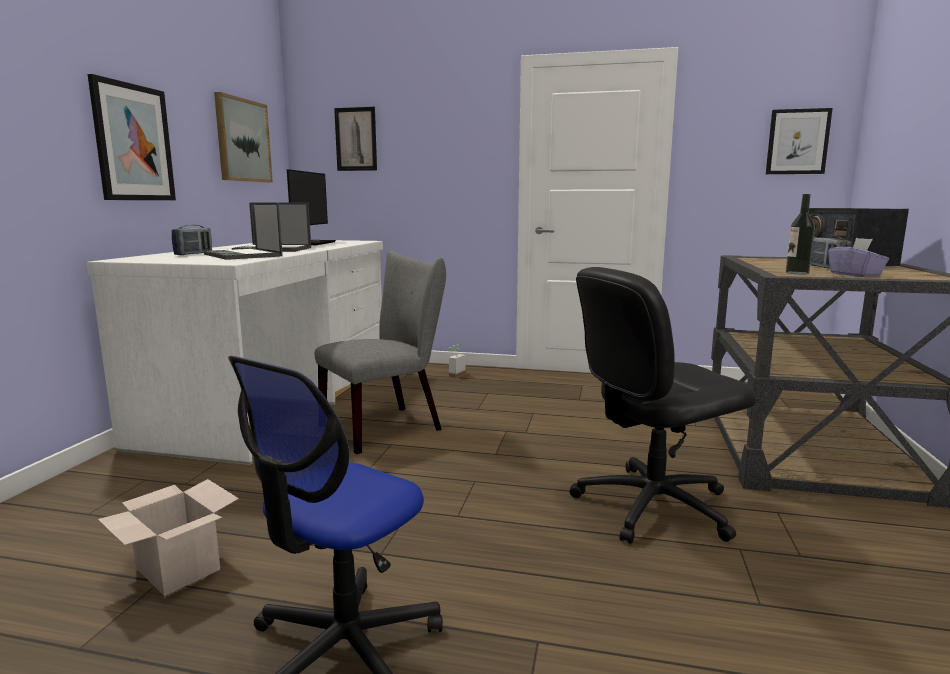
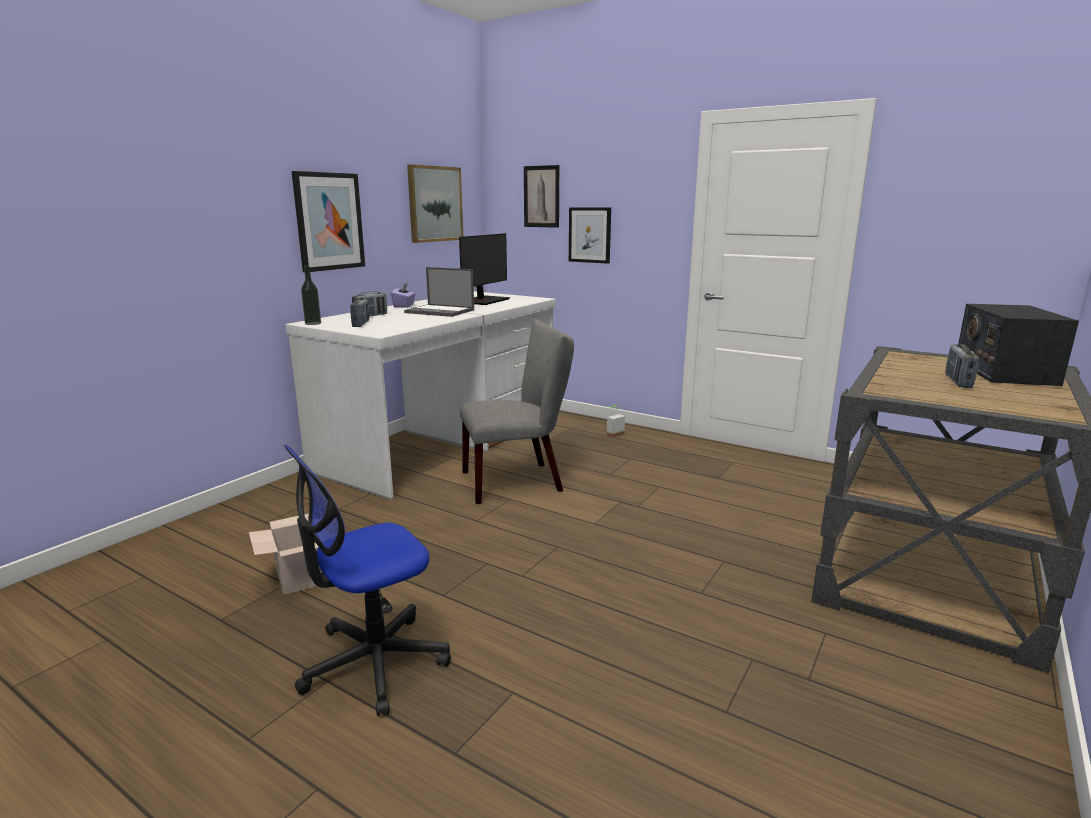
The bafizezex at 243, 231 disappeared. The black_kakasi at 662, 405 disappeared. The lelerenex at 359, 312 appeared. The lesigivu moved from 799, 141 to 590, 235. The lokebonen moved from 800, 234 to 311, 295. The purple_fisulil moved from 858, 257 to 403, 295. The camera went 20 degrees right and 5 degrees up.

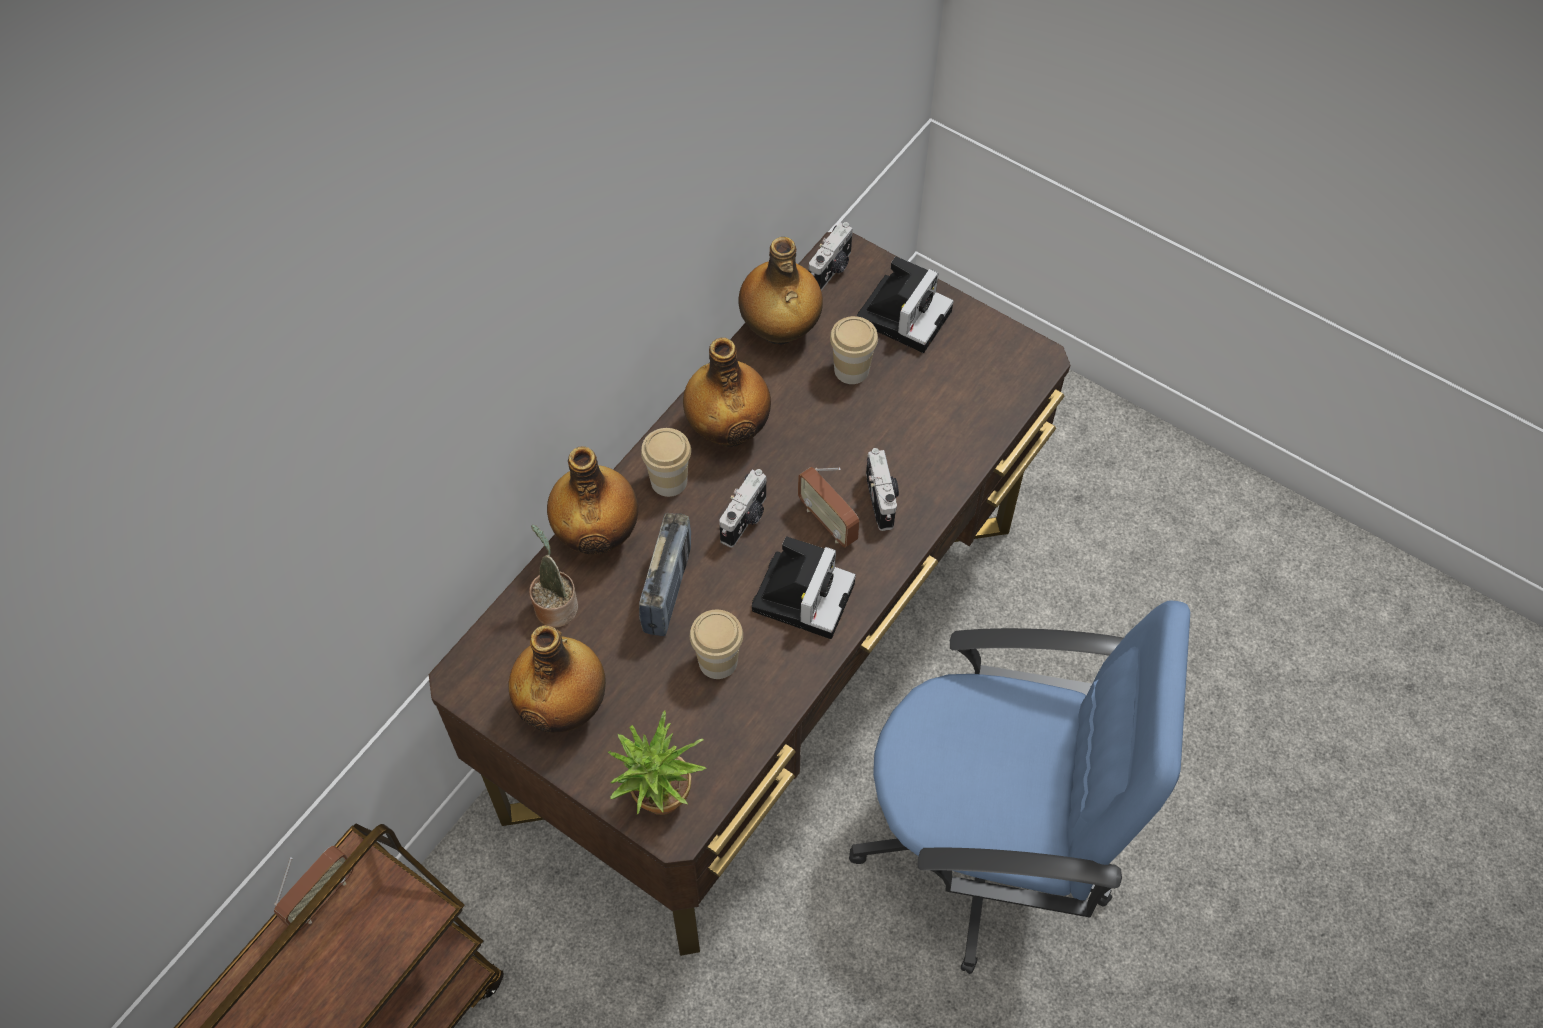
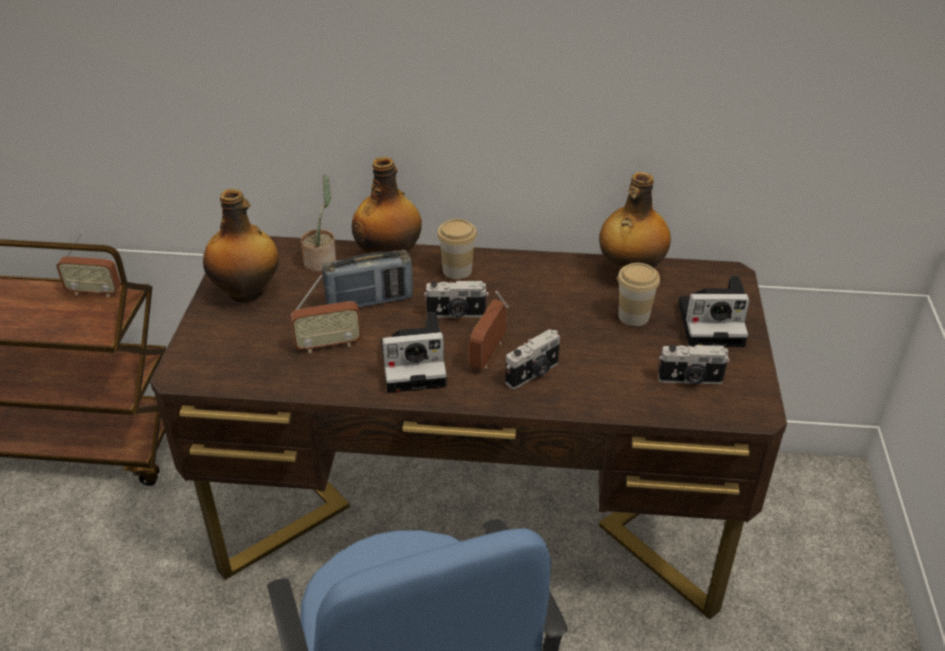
The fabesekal at 657, 763 disappeared. The lokebonen at 727, 392 disappeared. The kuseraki moved from 831, 256 to 694, 364. The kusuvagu at 716, 644 was replaced by the lelerenex at 326, 314. The camera went 60 degrees right and 20 degrees down.

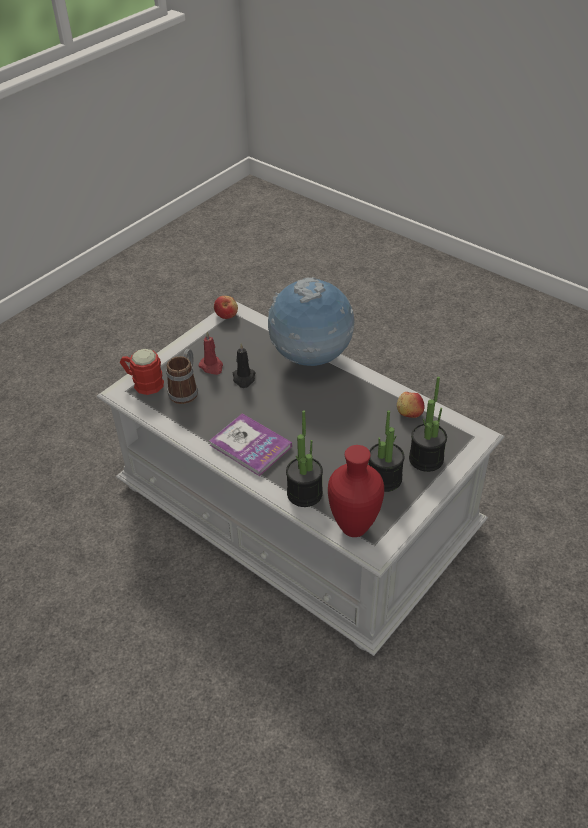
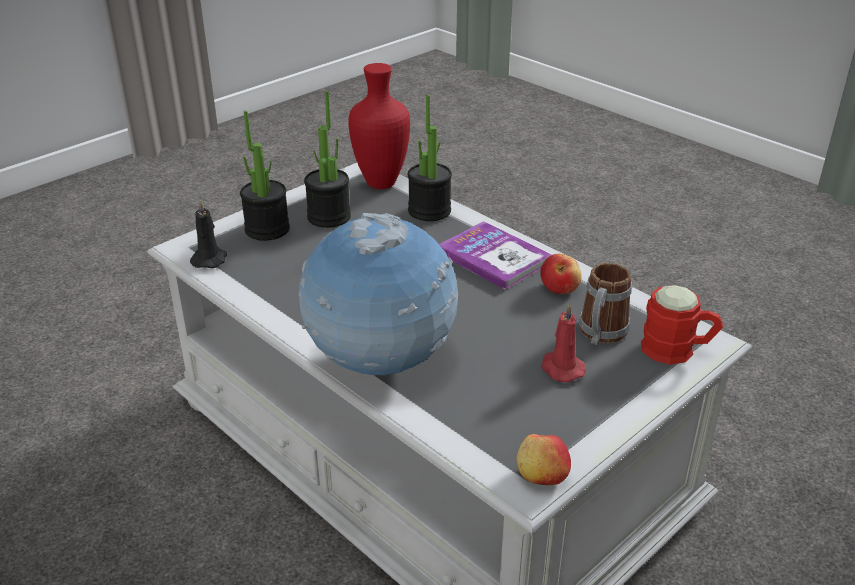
The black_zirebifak moved from 244, 365 to 208, 234. The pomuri moved from 411, 405 to 561, 274. The camera went 175 degrees left and 10 degrees down.

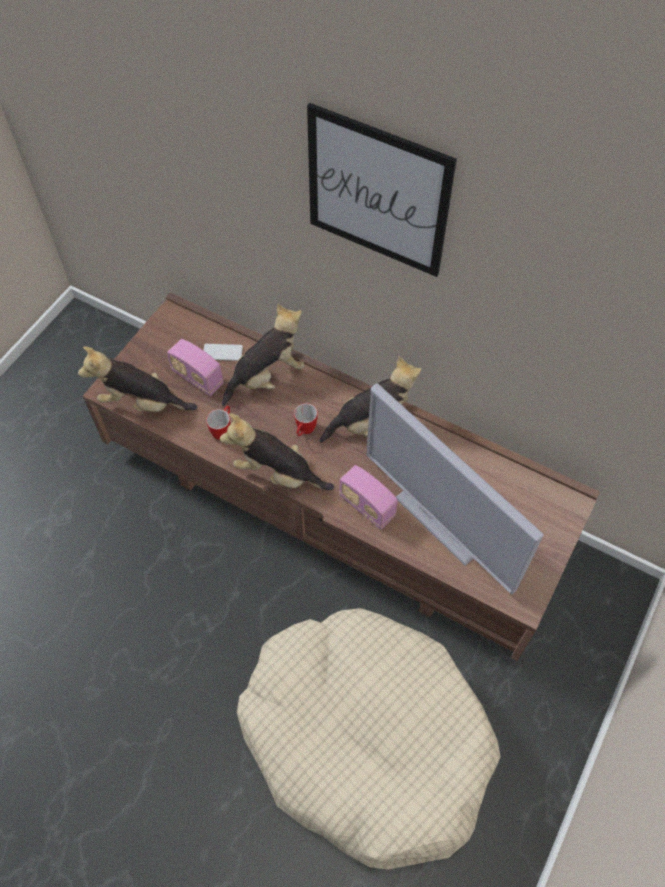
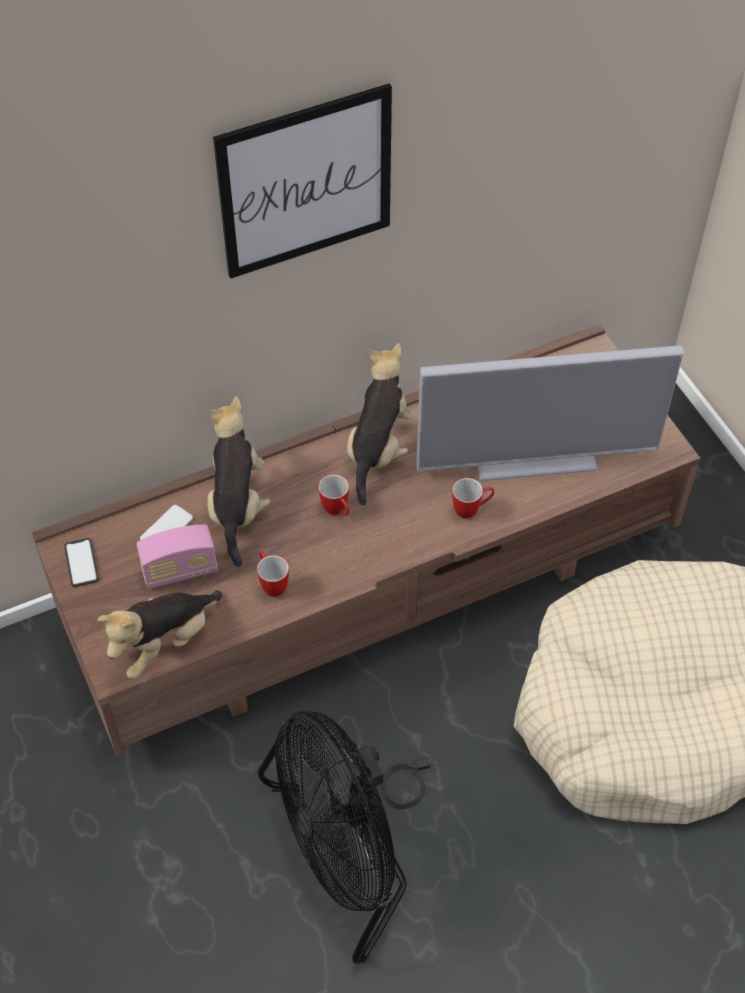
The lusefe at 277, 451 disappeared. The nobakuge at 81, 562 appeared. The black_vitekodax at 345, 837 appeared. The lelerenex at 368, 497 was replaced by the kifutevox at 473, 498. The camera went 55 degrees left and 5 degrees down.

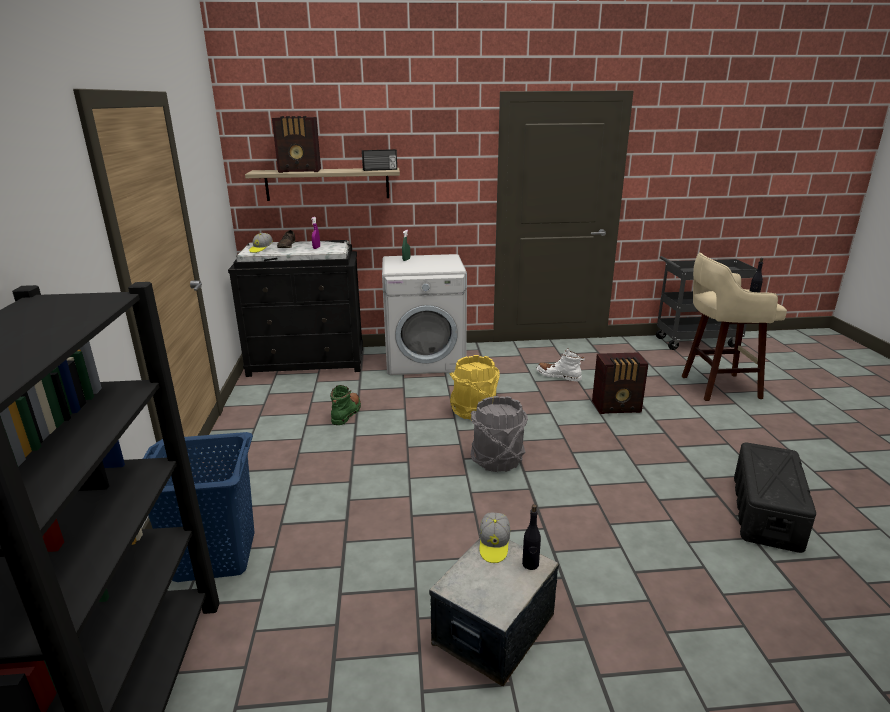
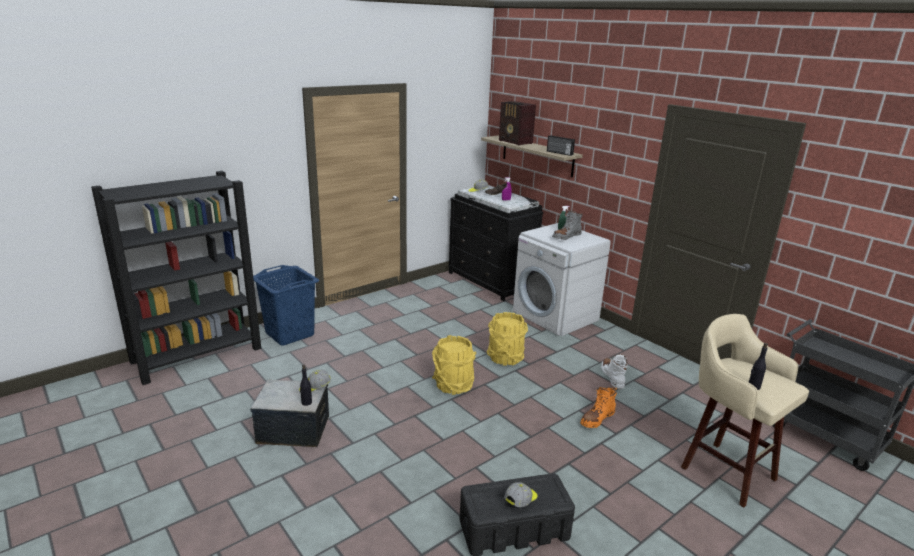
The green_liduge at 345, 405 disappeared. The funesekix at 521, 494 appeared. The grey_liduge at 567, 225 appeared. The lelerenex at 620, 383 was replaced by the orange_liduge at 598, 407. The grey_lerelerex at 499, 434 became the yellow_lerelerex at 454, 365. The camera went 55 degrees right and 0 degrees up.

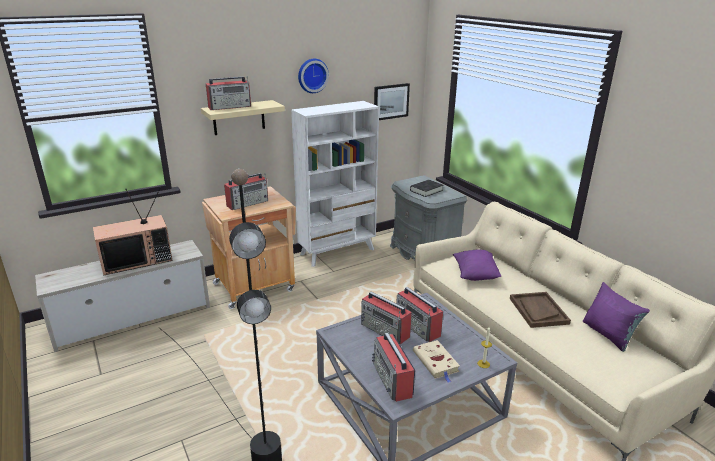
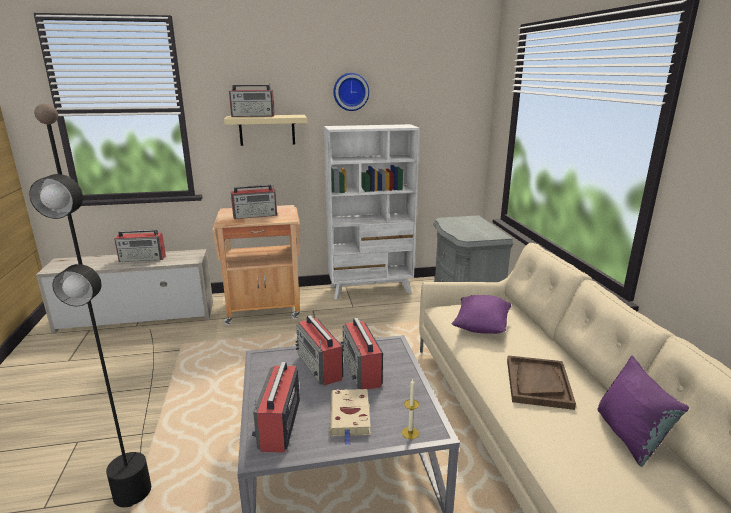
The lesigivu at 392, 101 disappeared. The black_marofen at 426, 188 disappeared. The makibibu at 132, 231 was replaced by the lelerenex at 140, 246. The camera went 20 degrees right and 5 degrees down.

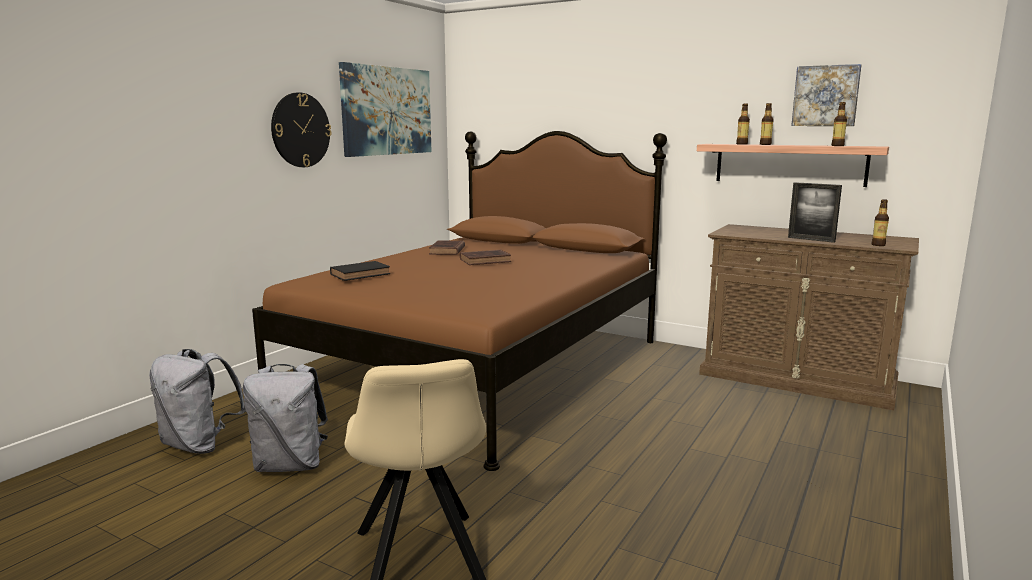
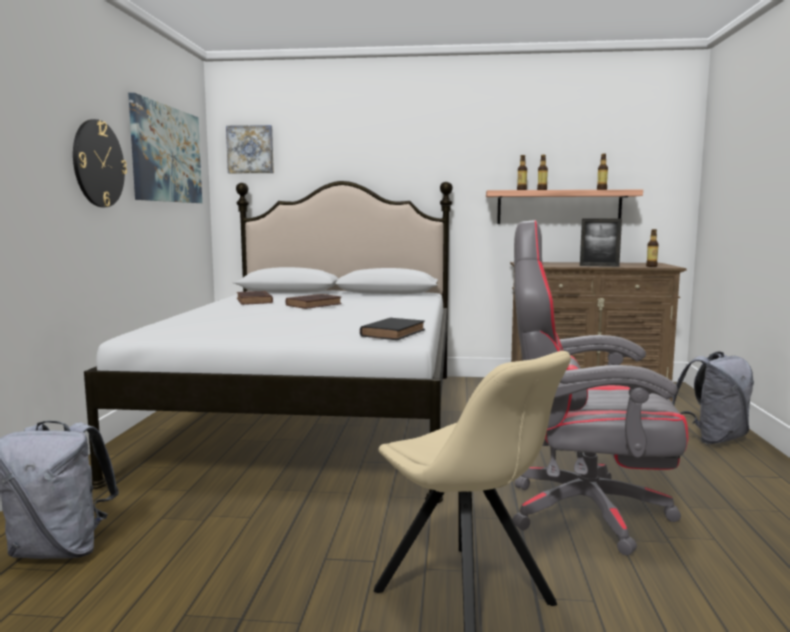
The grey_kakasi at 600, 388 appeared. The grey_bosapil moved from 285, 418 to 713, 397. The black_marofen moved from 360, 271 to 392, 329. The lesigivu moved from 826, 95 to 250, 149. The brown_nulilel at 459, 301 became the white_nulilel at 268, 342. The camera went 25 degrees left and 5 degrees down.

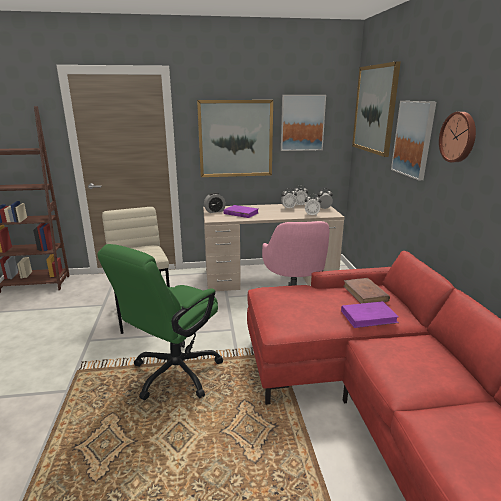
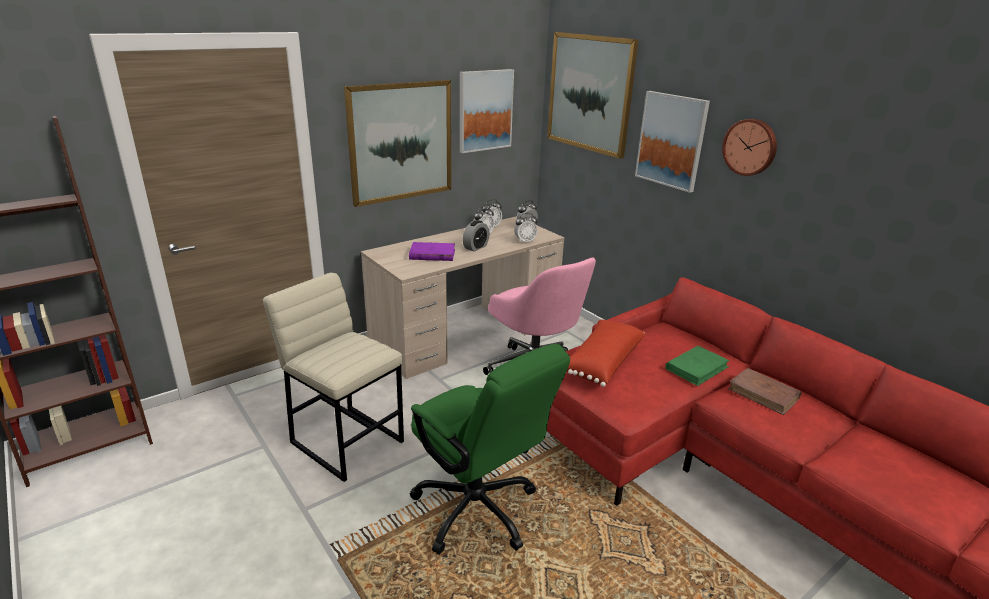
The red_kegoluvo at 606, 353 appeared. The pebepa moved from 215, 203 to 476, 236. The brown_marofen moved from 366, 291 to 765, 391. The purple_marofen at 370, 314 became the green_marofen at 697, 366. The green_kakasi at 160, 322 turned 45 degrees counterclockwise. The camera went 30 degrees left and 5 degrees up.

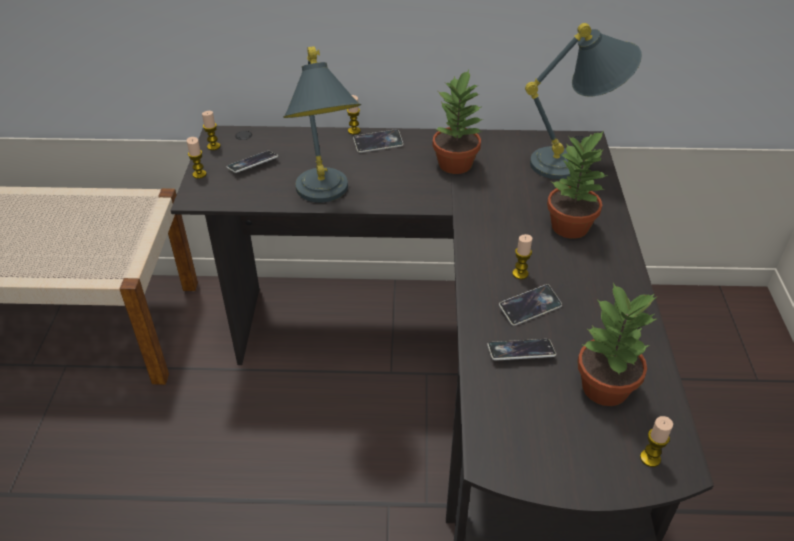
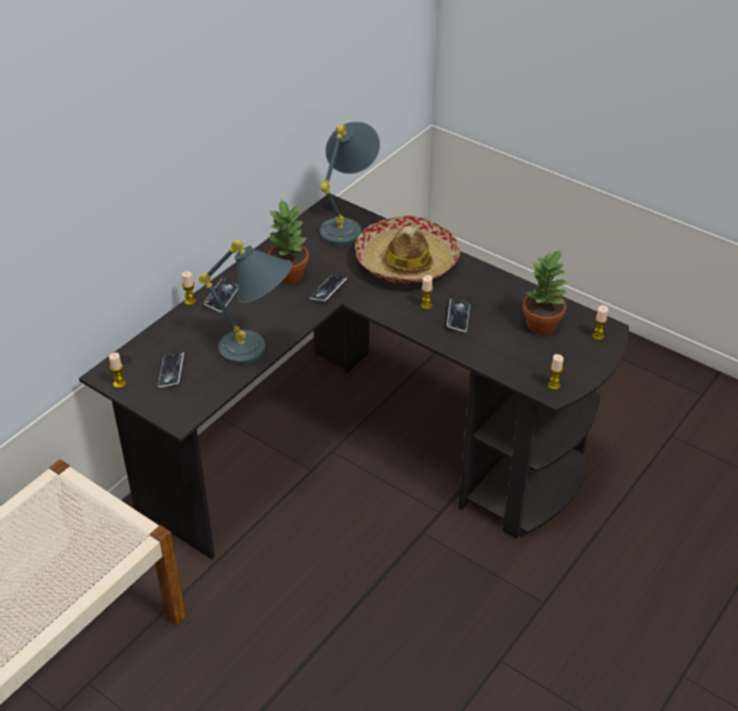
The zirebifak moved from 196, 158 to 556, 372. The nobakuge moved from 521, 349 to 328, 288. The fabesekal at 577, 185 was replaced by the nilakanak at 407, 249. The camera went 55 degrees left and 0 degrees up.

